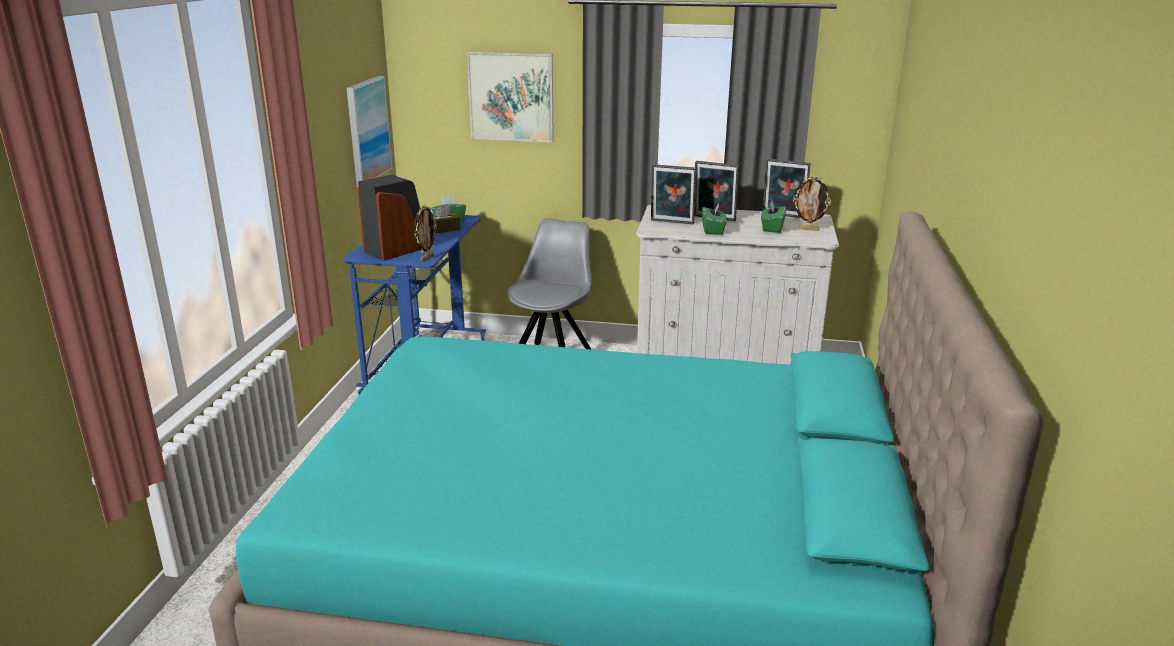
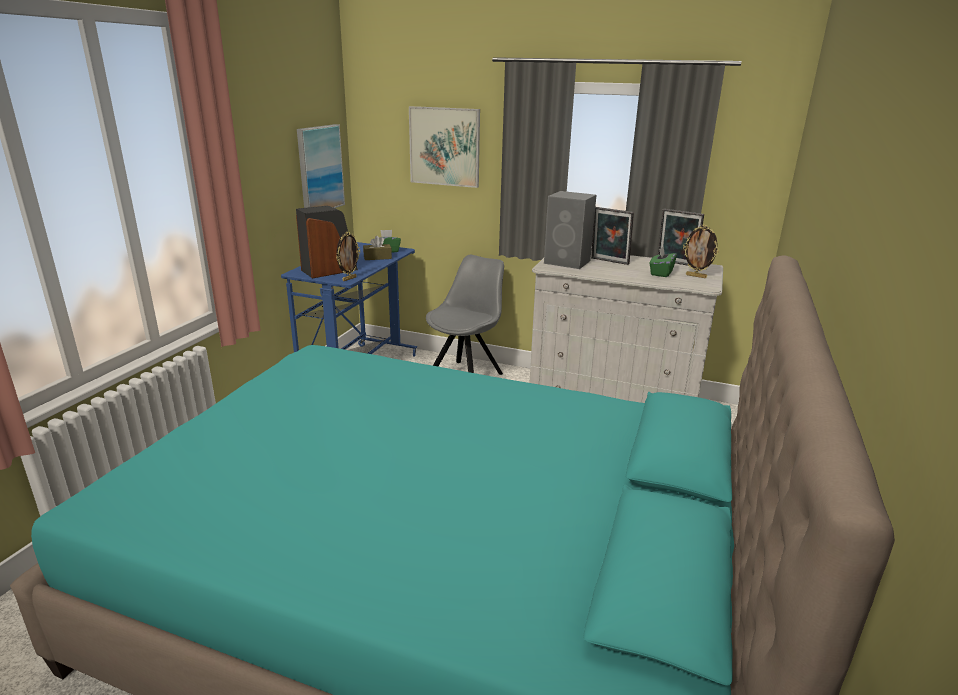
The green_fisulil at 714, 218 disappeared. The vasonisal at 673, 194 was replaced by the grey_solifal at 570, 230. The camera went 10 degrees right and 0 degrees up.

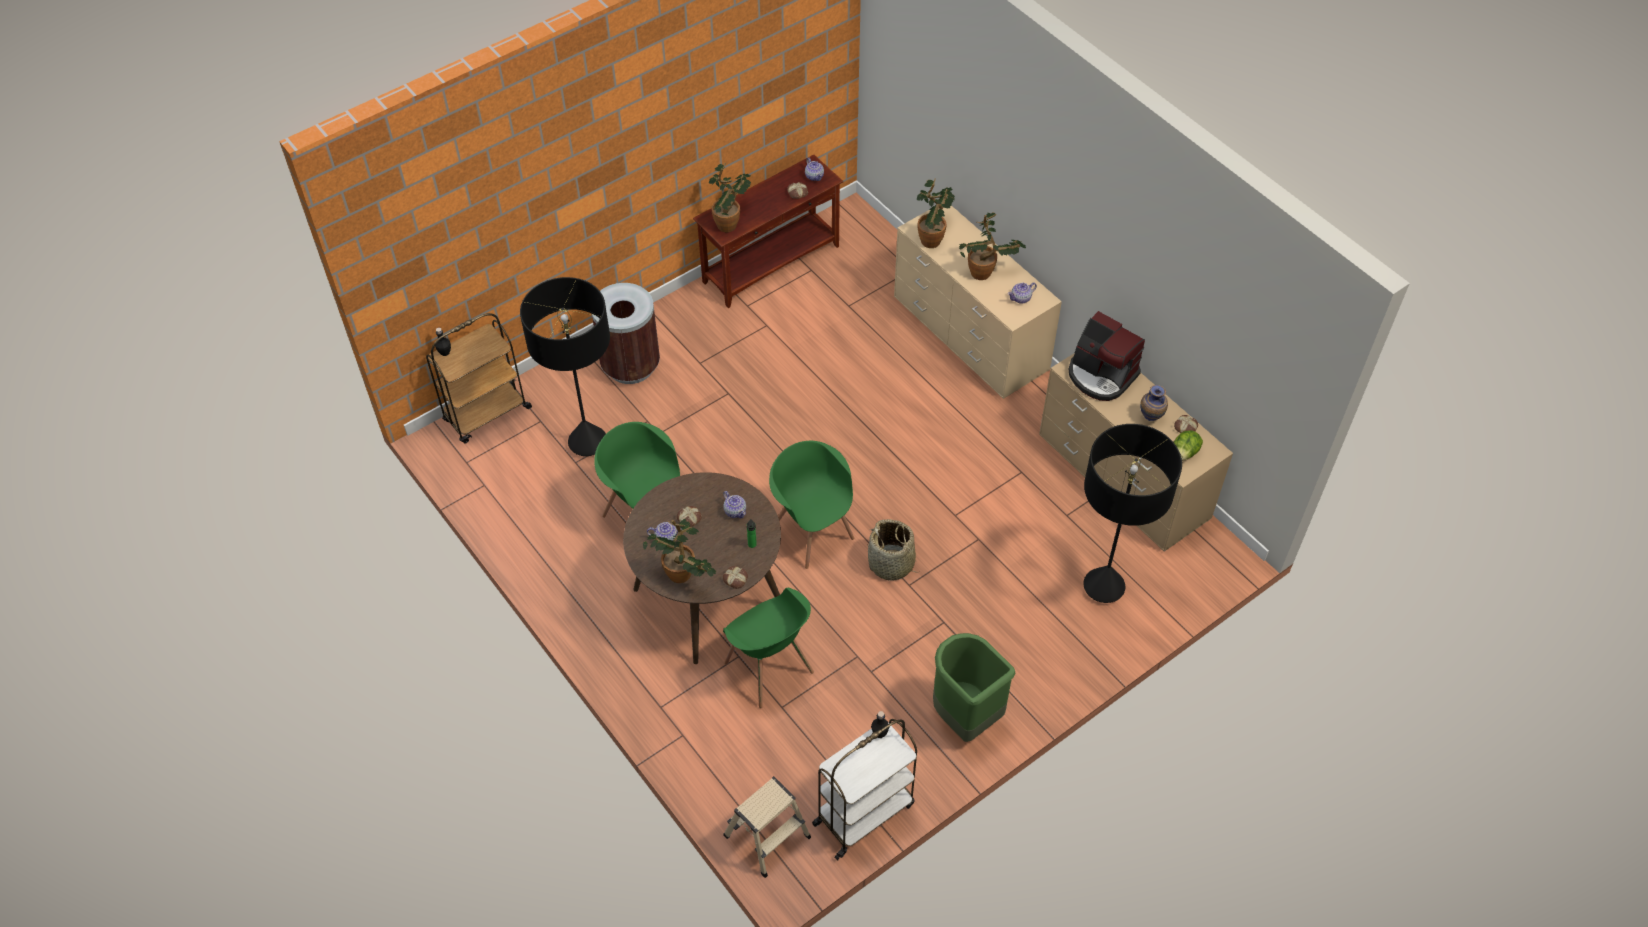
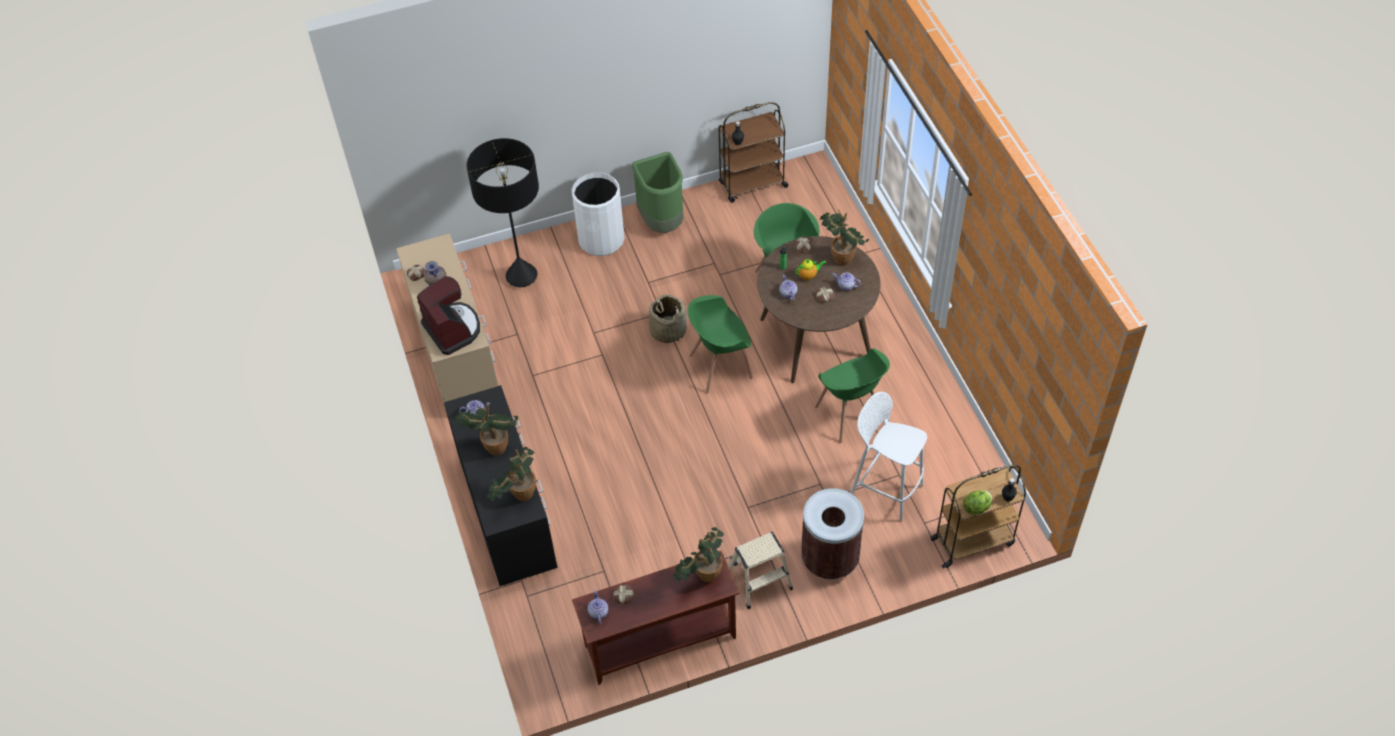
The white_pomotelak at 598, 214 appeared. The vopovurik at 810, 270 appeared. The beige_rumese moved from 767, 827 to 760, 570. The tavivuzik moved from 1188, 445 to 977, 502. The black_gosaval at 565, 366 was replaced by the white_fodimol at 888, 456. The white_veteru at 864, 789 became the brown_veteru at 753, 152. The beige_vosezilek at 978, 302 became the black_vosezilek at 501, 485. The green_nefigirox at 811, 505 turned 90 degrees clockwise. The camera went 160 degrees left and 0 degrees up.

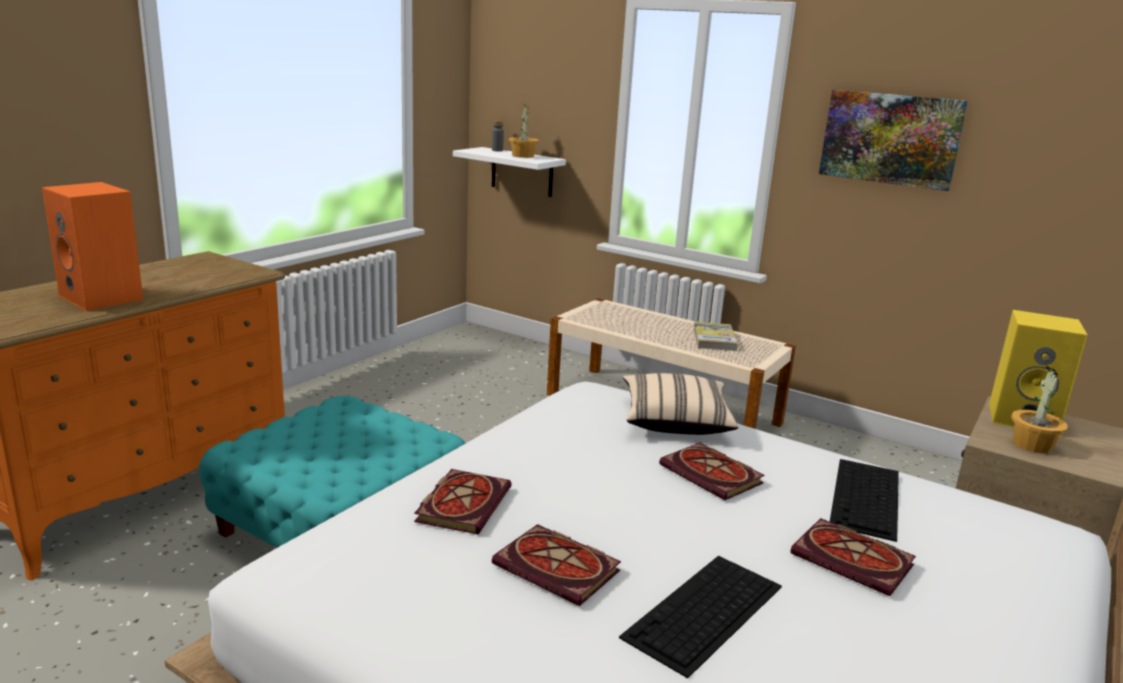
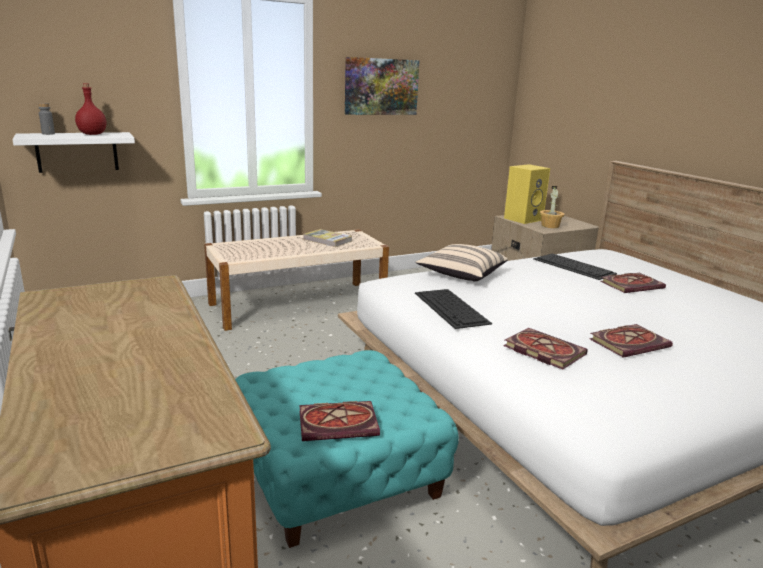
The orange_solifal at 92, 246 disappeared. The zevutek moved from 700, 617 to 453, 309. The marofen moved from 712, 471 to 339, 421. The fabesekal at 524, 131 was replaced by the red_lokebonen at 90, 109. The camera went 60 degrees left and 0 degrees up.

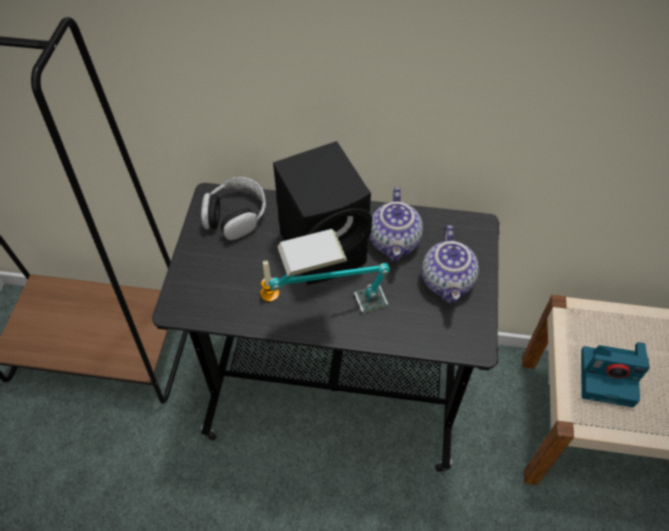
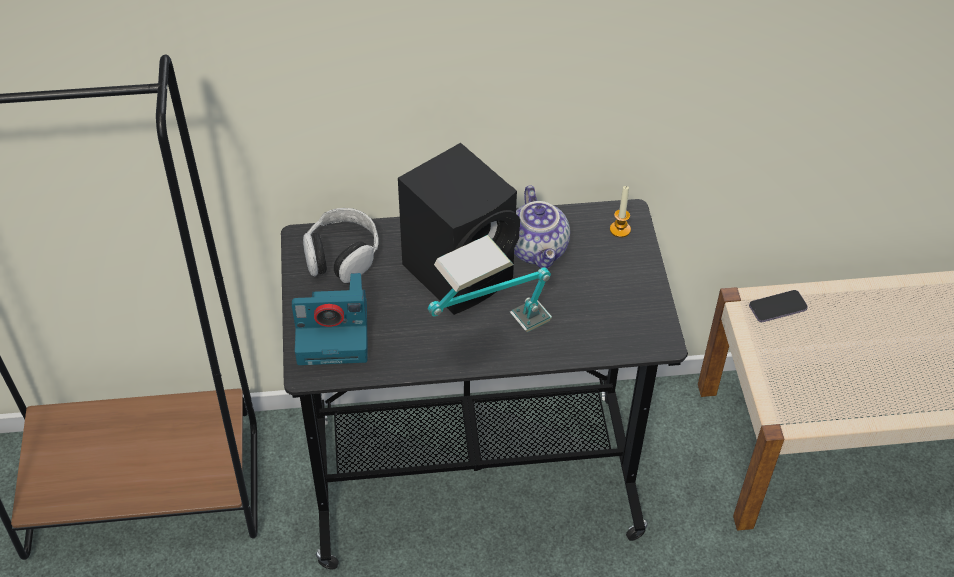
The vopovurik at 450, 264 disappeared. The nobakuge at 778, 306 appeared. The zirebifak moved from 269, 281 to 620, 212. The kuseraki moved from 615, 374 to 330, 319. The camera went 15 degrees left and 5 degrees down.

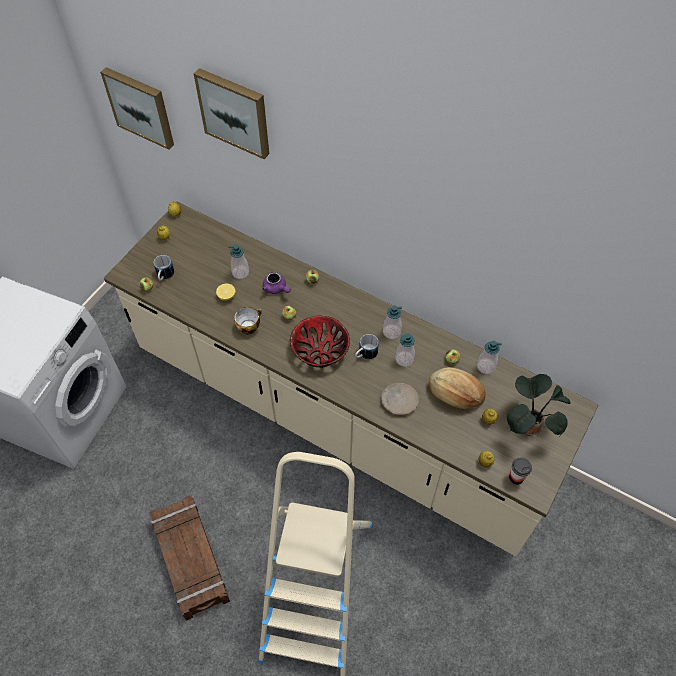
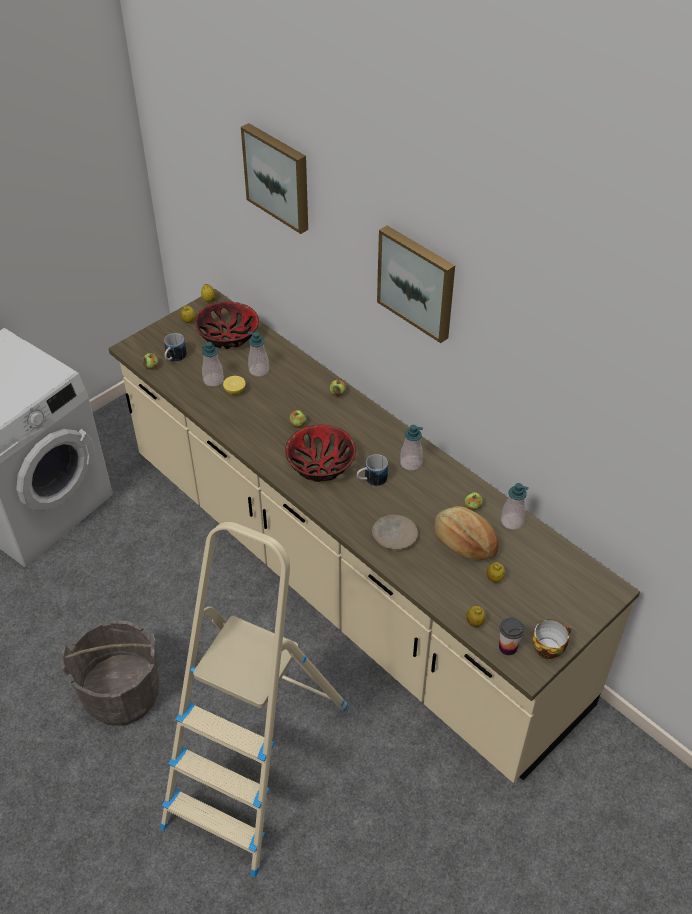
The purple_vopovurik at 276, 282 disappeared. The fabesekal at 539, 405 disappeared. The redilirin at 227, 325 appeared. The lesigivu moved from 137, 108 to 416, 284. The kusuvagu moved from 248, 321 to 551, 639. The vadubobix moved from 405, 350 to 212, 364. The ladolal at 189, 558 was replaced by the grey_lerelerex at 109, 673. The camera went 15 degrees right and 10 degrees down.

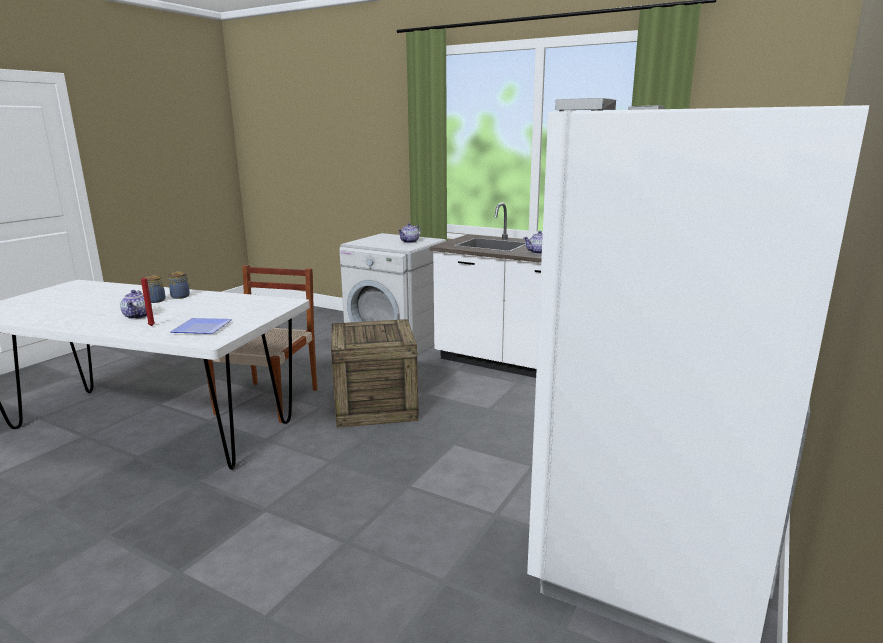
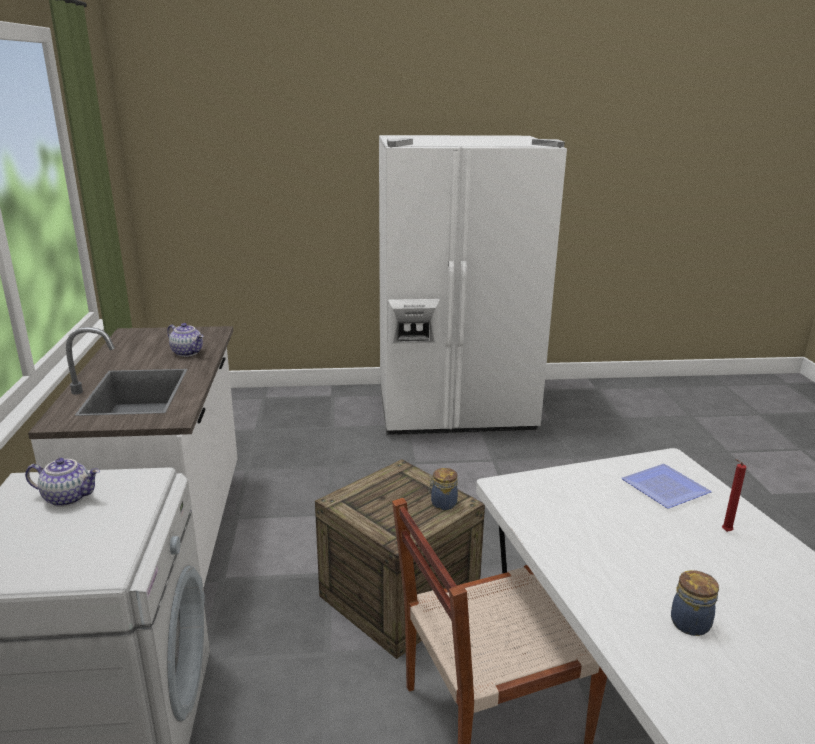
The vopovurik at 136, 304 disappeared. The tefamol moved from 179, 285 to 443, 489. The camera went 125 degrees left and 5 degrees up.

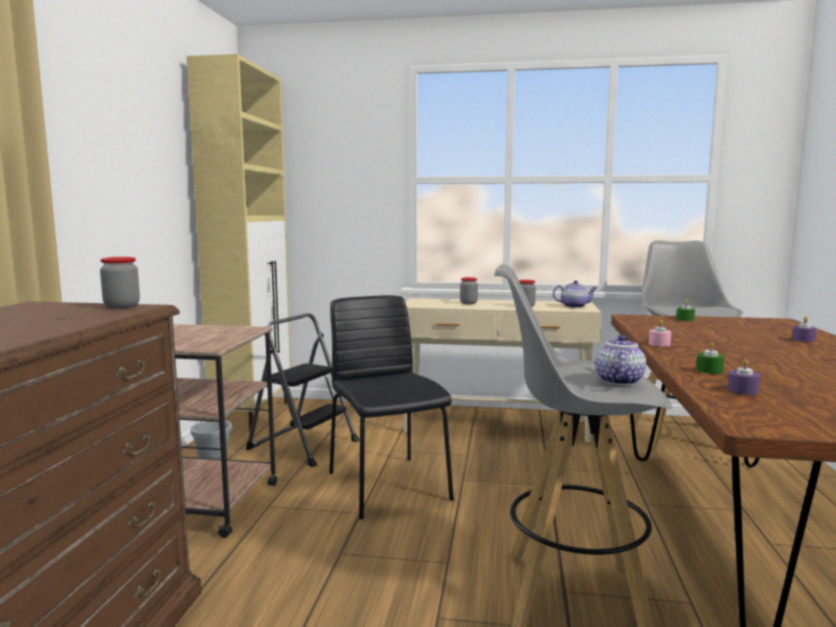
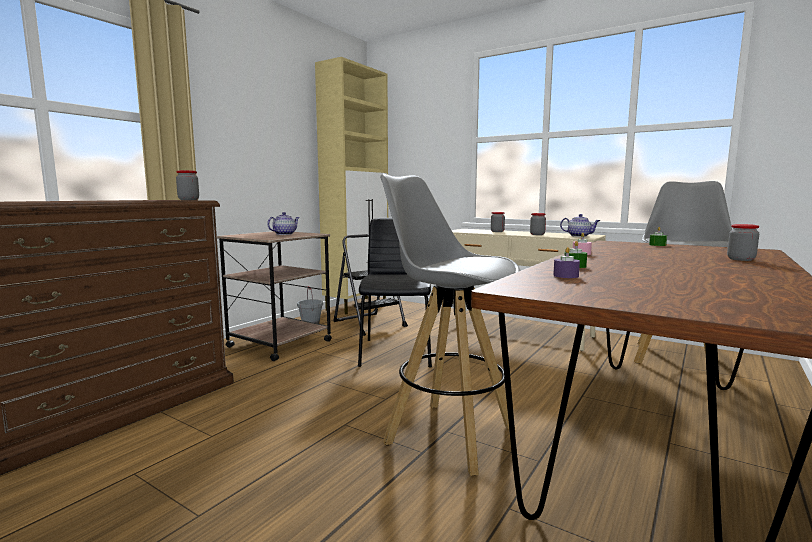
The vopovurik moved from 620, 360 to 283, 223. The purple_zirebifak at 804, 329 was replaced by the tefamol at 743, 242. The camera went 25 degrees right and 0 degrees up.

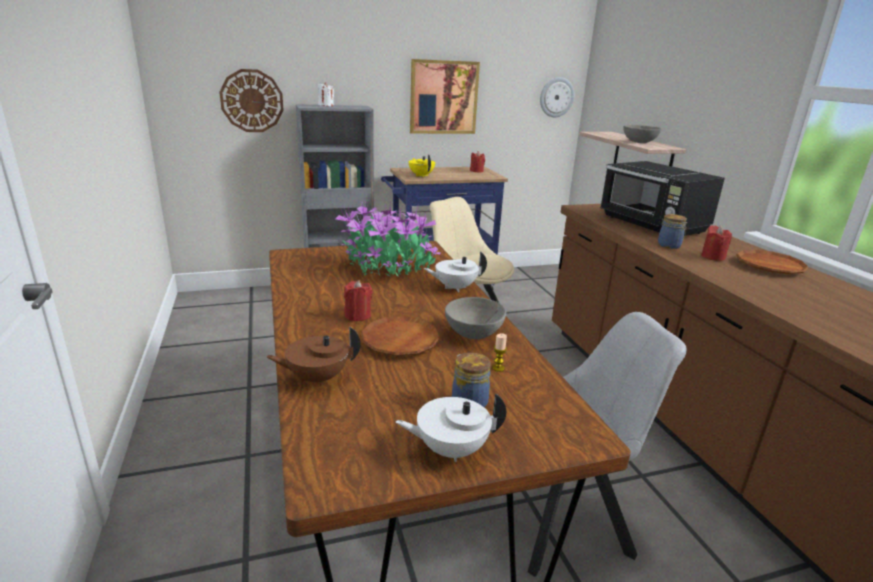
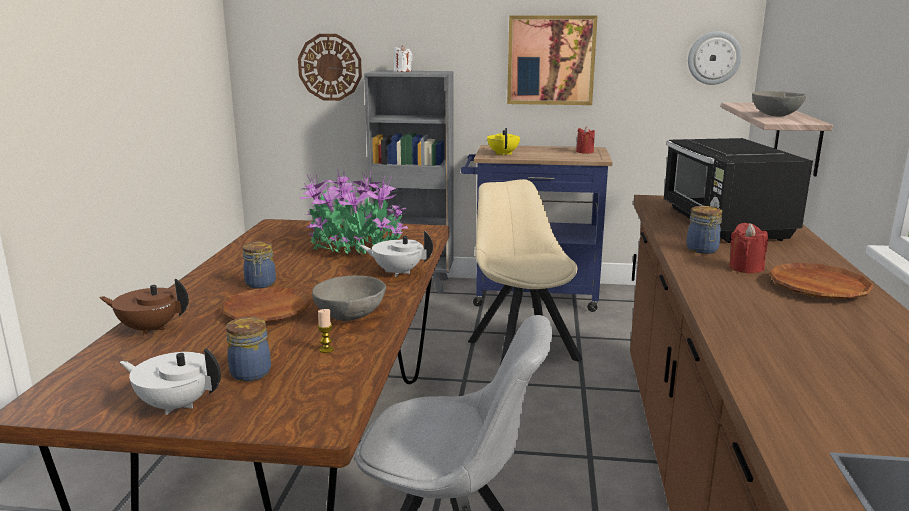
The red_zirebifak at 358, 300 was replaced by the tefamol at 259, 265. The camera went 25 degrees right and 5 degrees down.

